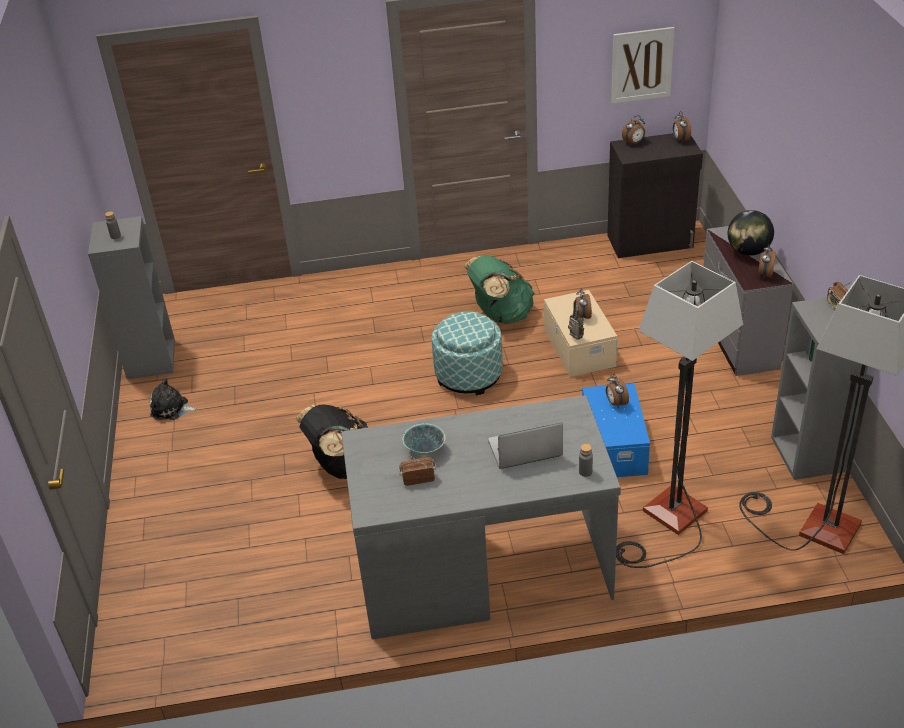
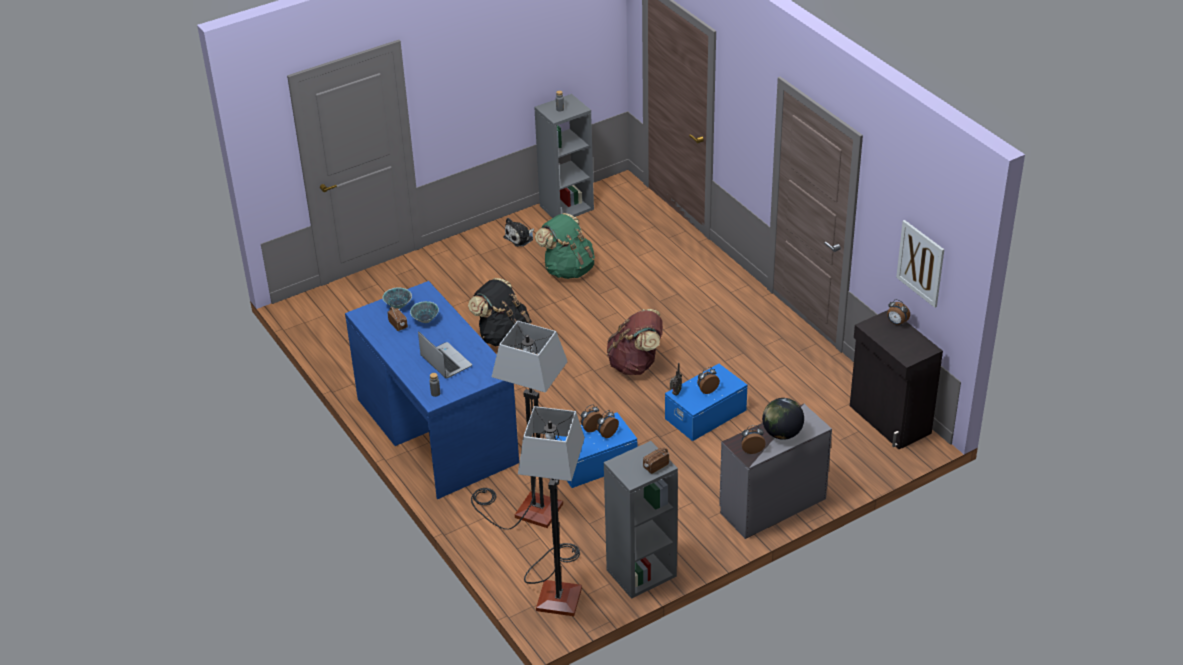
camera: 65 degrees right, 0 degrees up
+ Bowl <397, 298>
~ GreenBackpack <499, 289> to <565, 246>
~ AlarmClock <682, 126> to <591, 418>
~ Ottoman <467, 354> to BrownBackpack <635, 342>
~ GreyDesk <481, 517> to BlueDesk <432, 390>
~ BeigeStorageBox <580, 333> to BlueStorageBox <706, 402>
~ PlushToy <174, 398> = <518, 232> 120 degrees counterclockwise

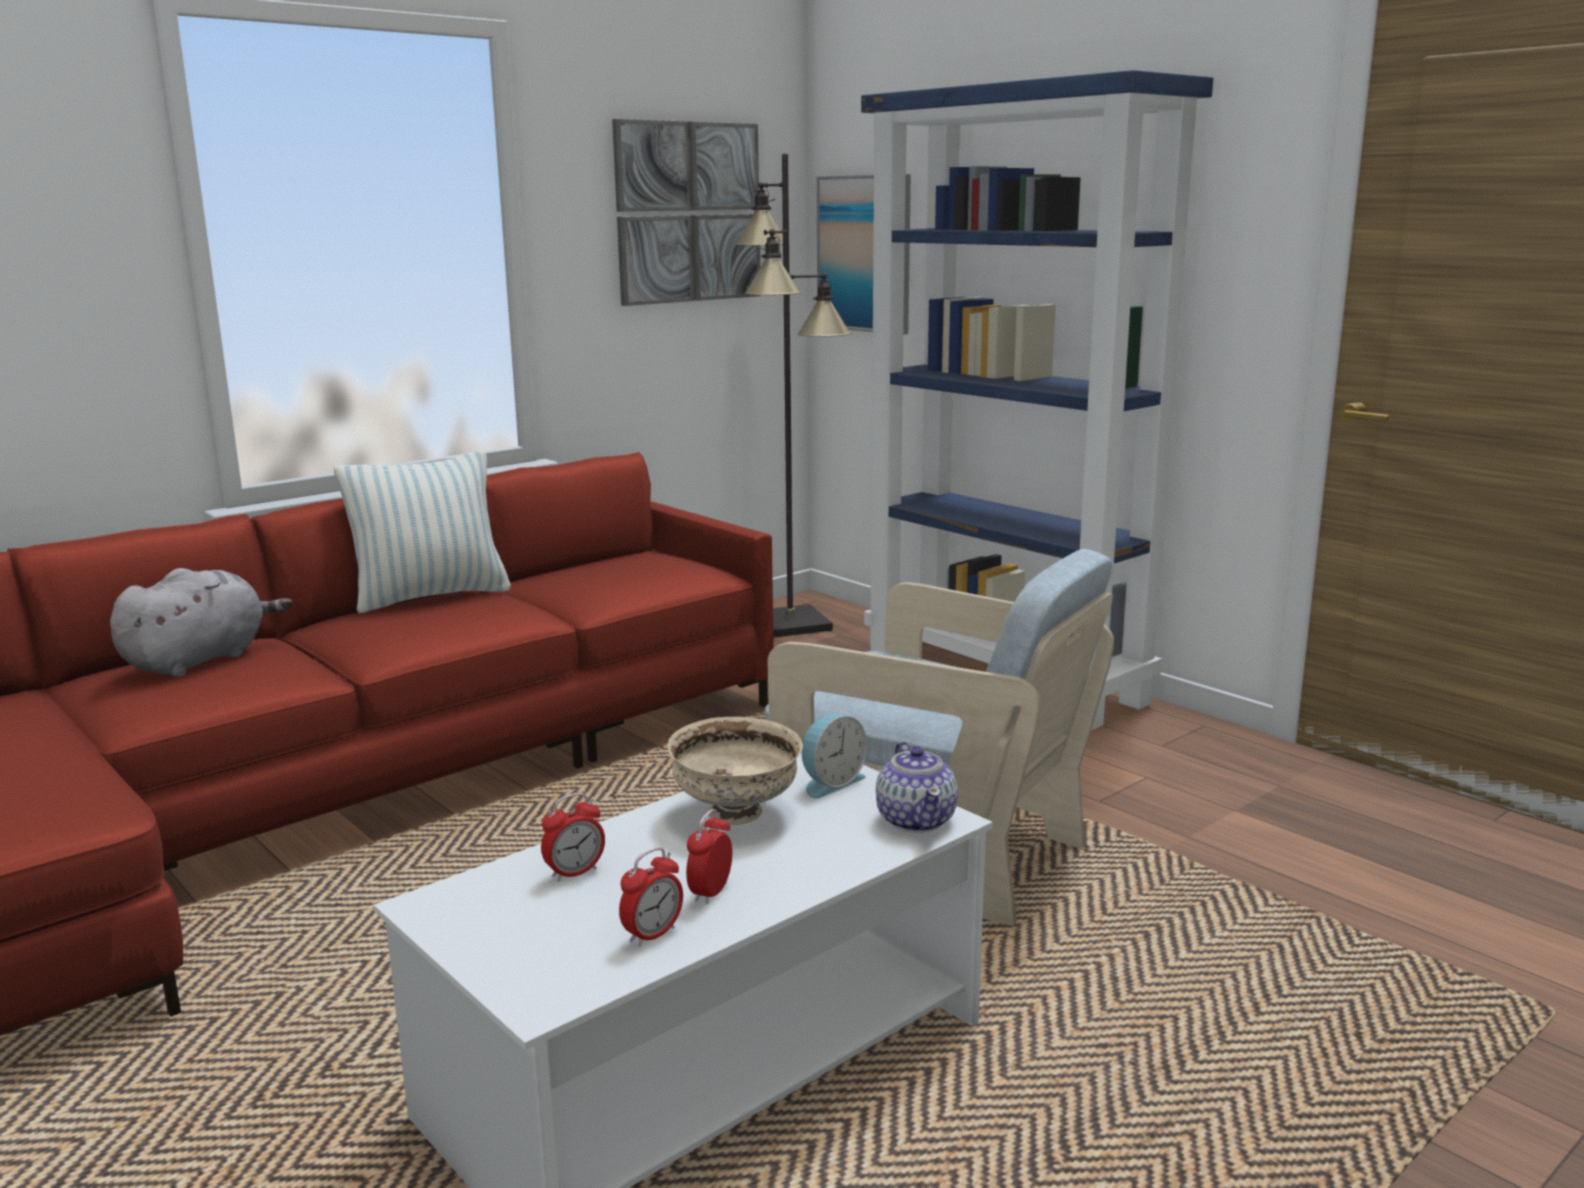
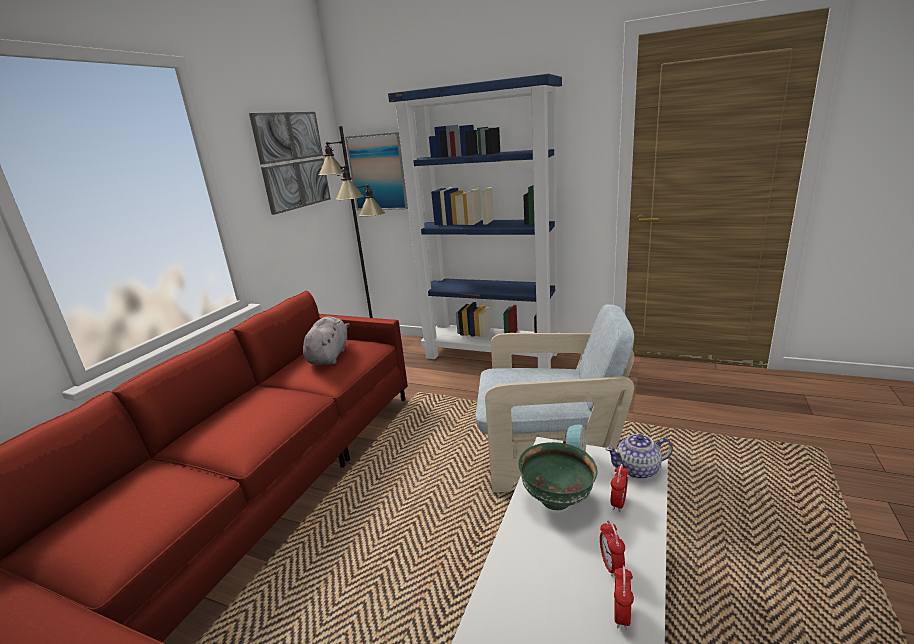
camera: 25 degrees left, 5 degrees up
- Pillow <422, 531>
~ GreyPlushToy <201, 622> to <326, 340>
~ AlarmClock <573, 837> to <620, 488>
~ BeigeBowl <735, 771> to GreenBowl <558, 476>
~ Teapot <917, 787> = <639, 456> 120 degrees clockwise

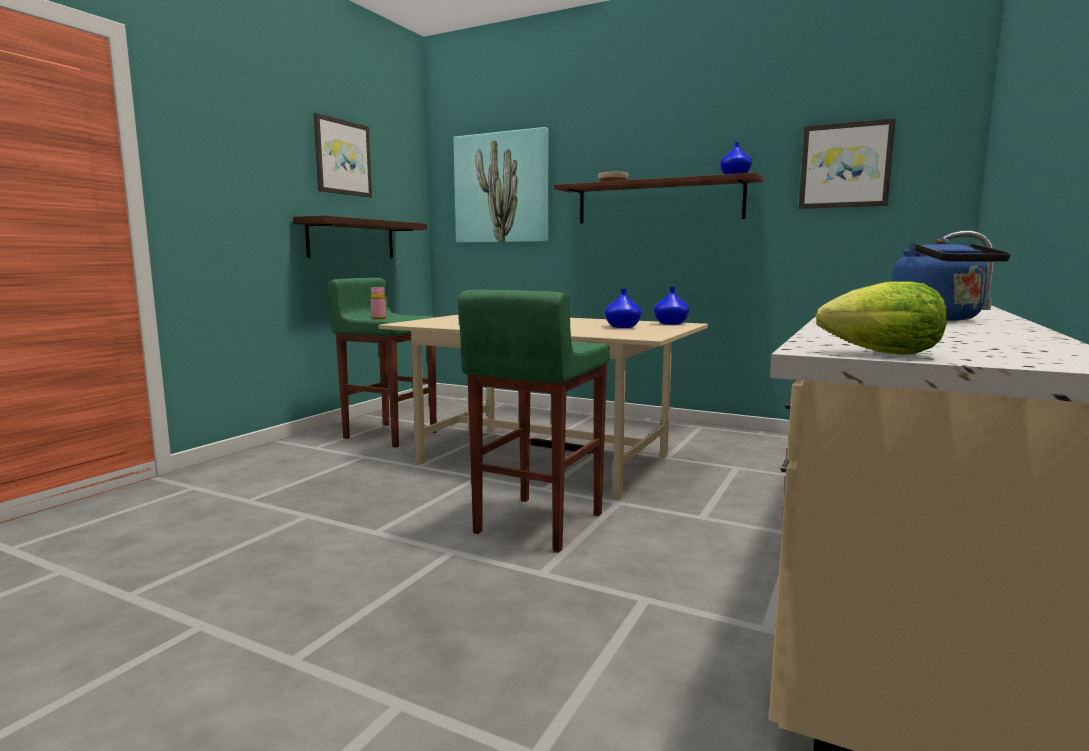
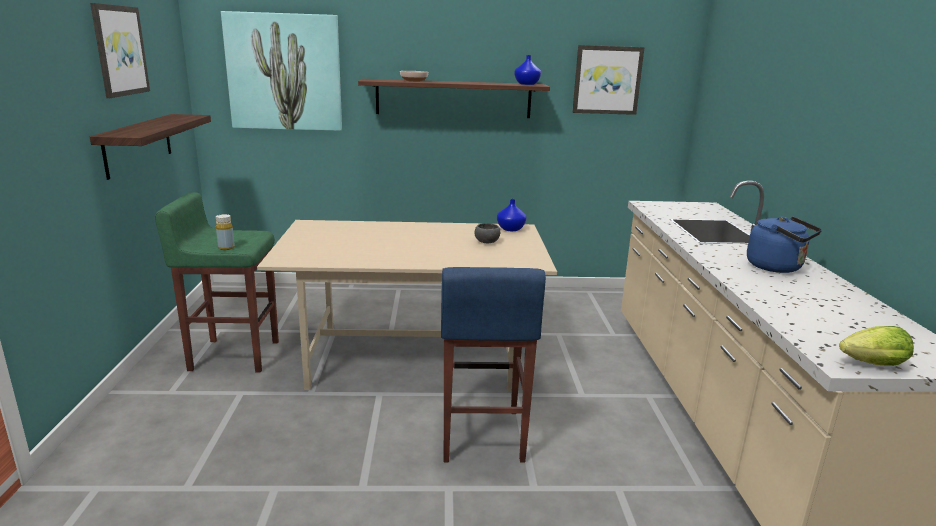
camera: 30 degrees left, 10 degrees up
~ BlueVase <623, 308> to GreyBowl <487, 233>
~ PinkBottle <378, 303> to YellowBottle <225, 232>
~ GreenStool <534, 421> to BlueStool <493, 365>

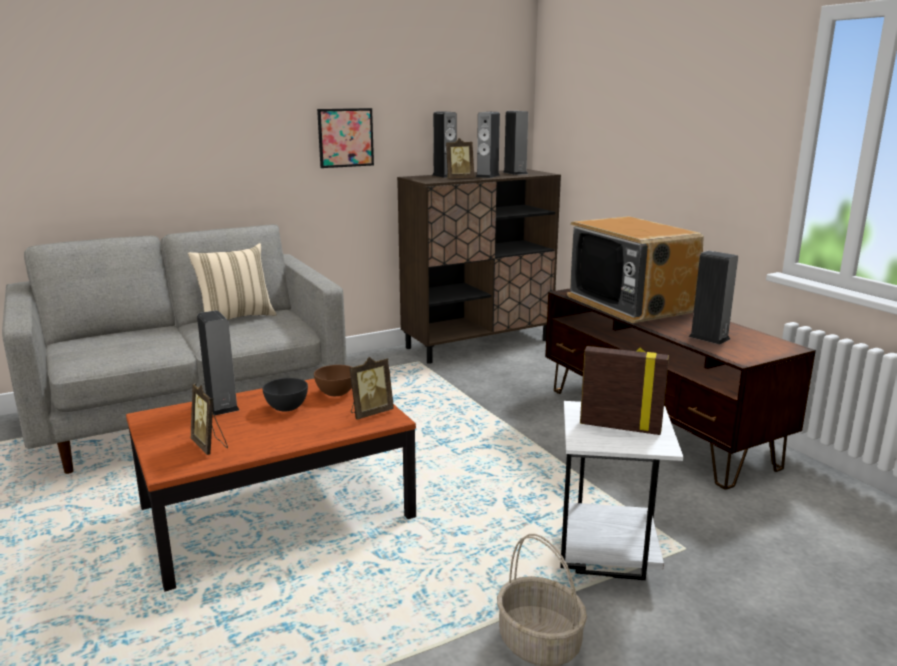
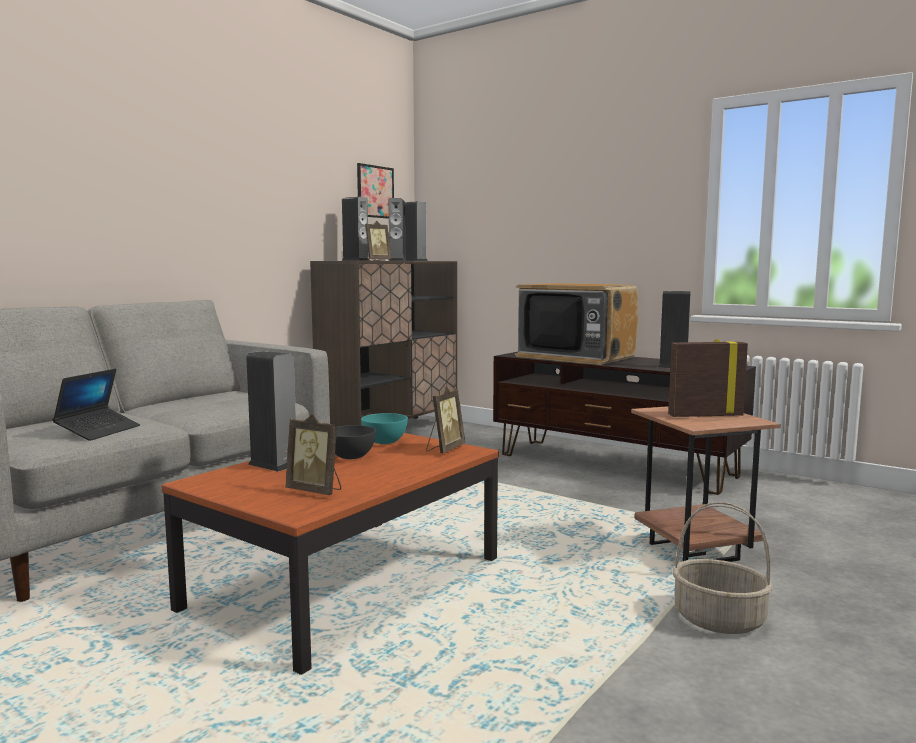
camera: 25 degrees left, 10 degrees down
- BeigePillow <232, 281>
+ Laptop <96, 405>
~ Picture <345, 138> to <375, 191>
~ BrownBowl <333, 380> to TurquoiseBowl <384, 428>
~ WhiteSideTable <622, 490> to BrownSideTable <706, 484>

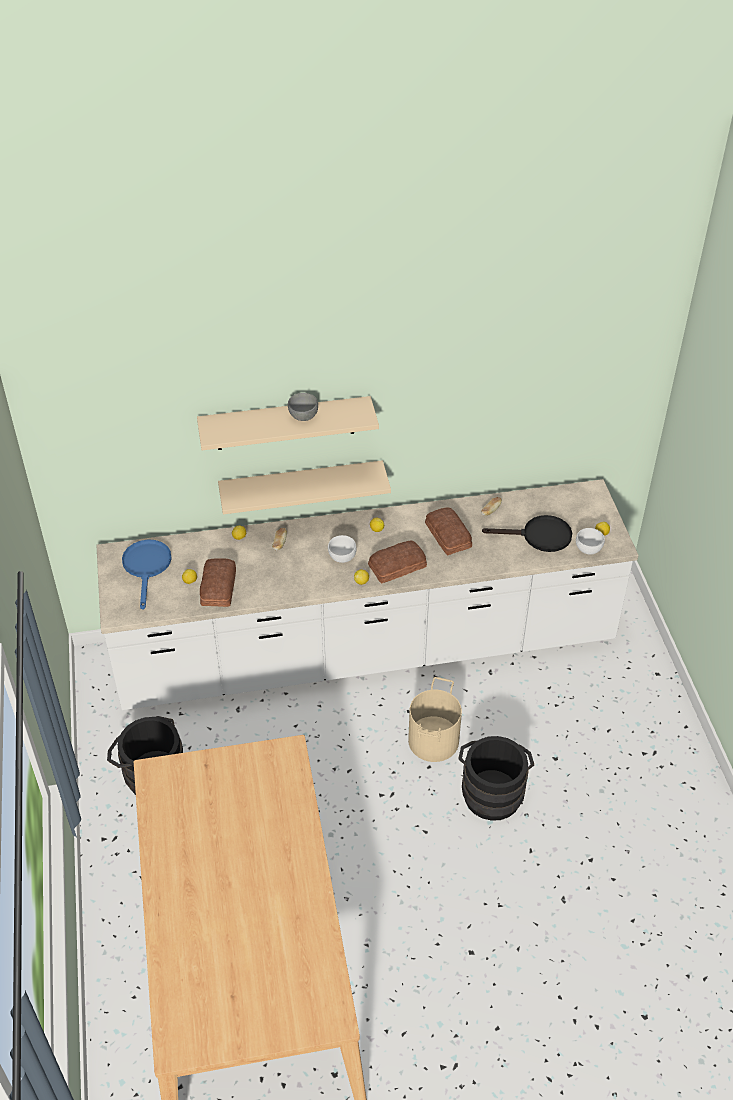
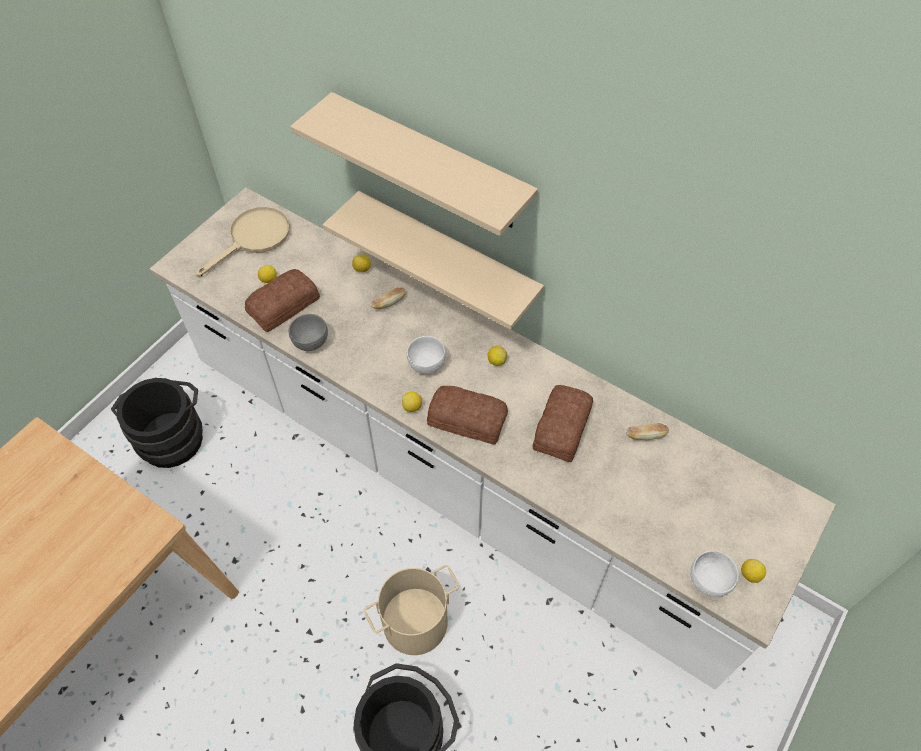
camera: 45 degrees right, 10 degrees up
- BlackFryingPan <527, 533>
~ GreyBowl <303, 407> to <308, 332>
~ BlueFryingPan <147, 575> to BeigeFryingPan <243, 242>

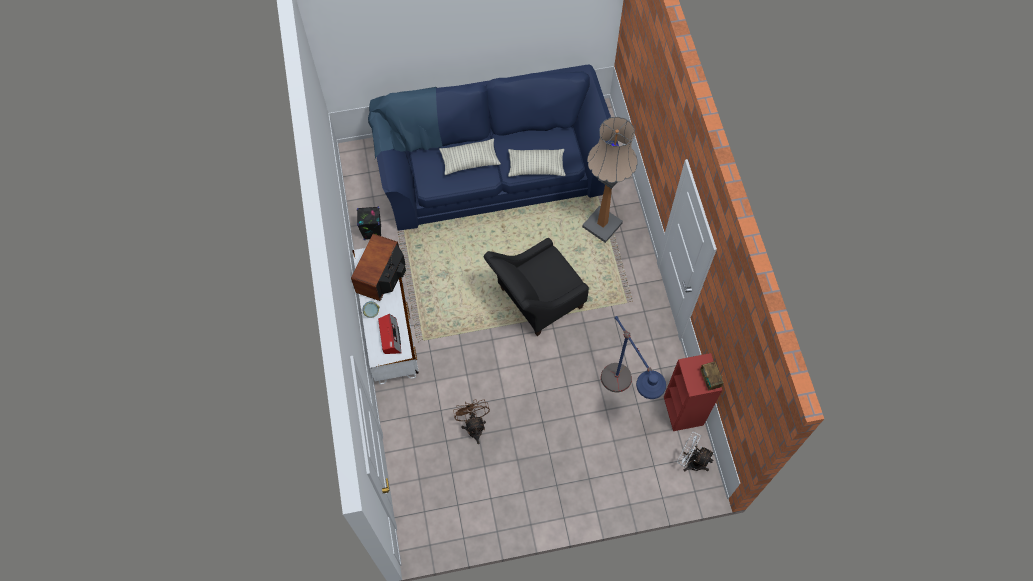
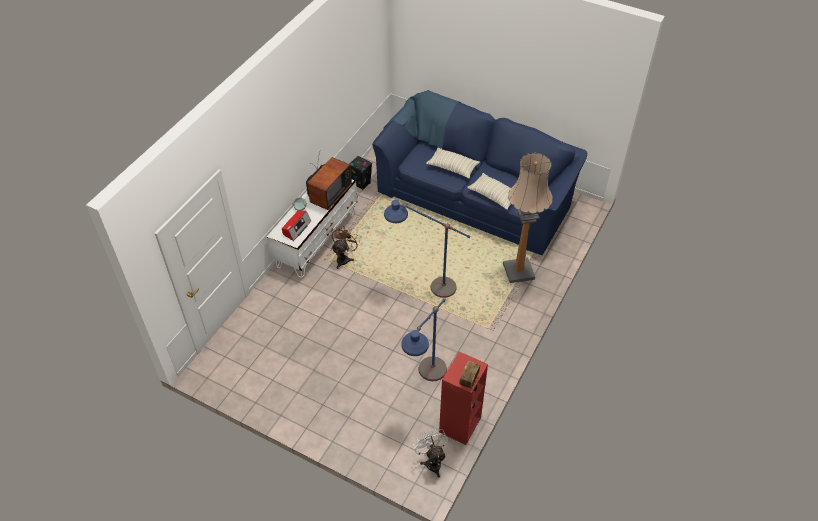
camera: 40 degrees right, 15 degrees down
~ BrownFan <471, 421> to <345, 248>
~ BlackArmchair <536, 287> to BlueFloorLamp <427, 249>
~ Television <378, 267> = <329, 181> 150 degrees clockwise

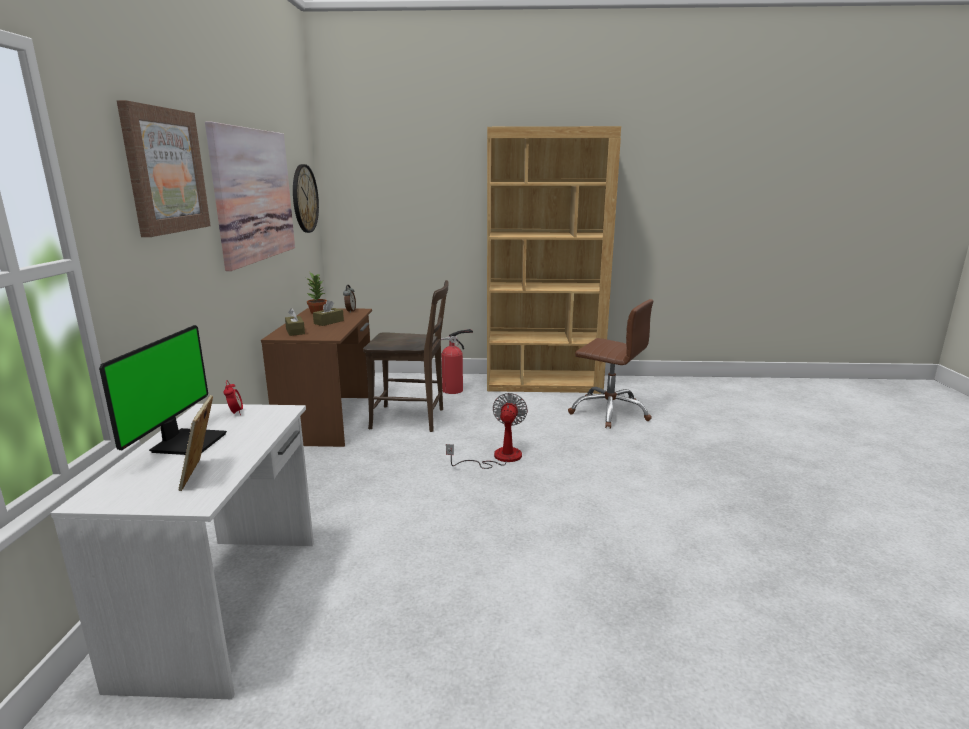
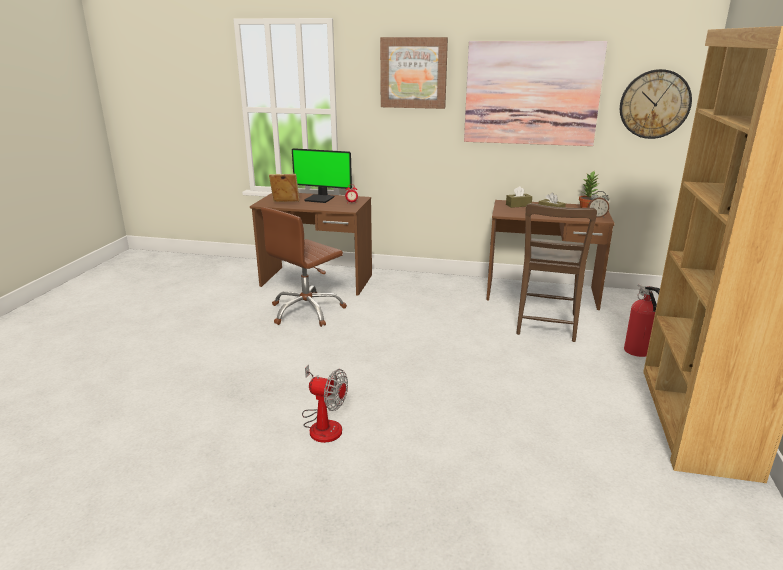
camera: 100 degrees right, 5 degrees up
~ Fan <487, 431> to <325, 403>
~ BrownOfficeChair <611, 364> to <304, 267>
~ WhiteDesk <182, 551> to BrownDesk <311, 244>

